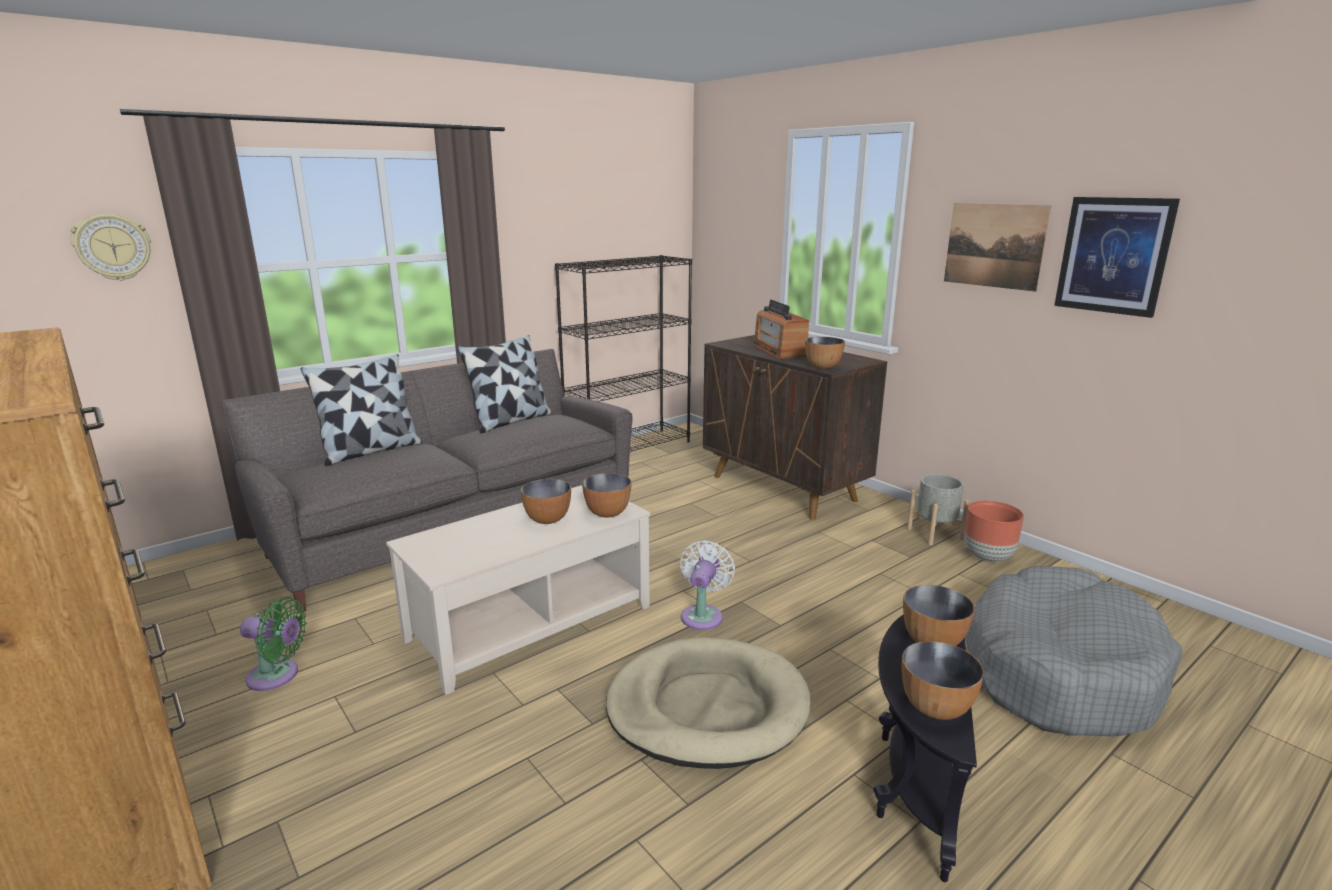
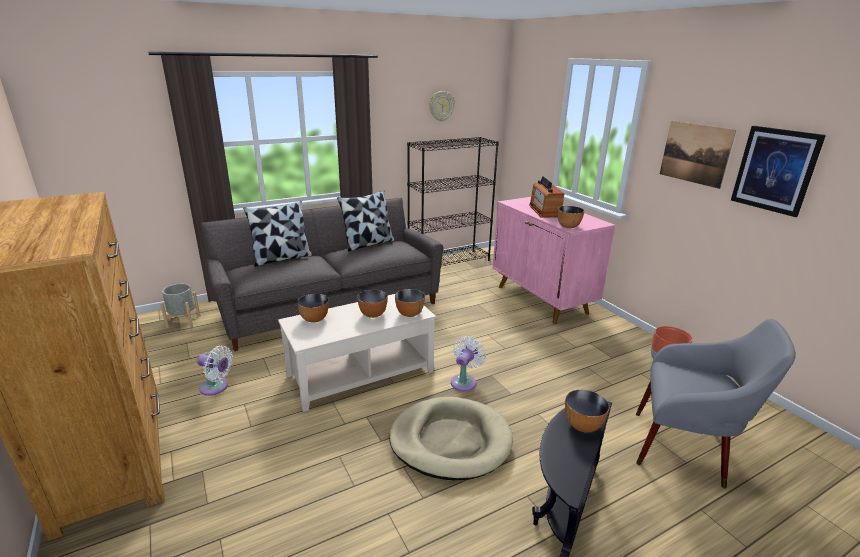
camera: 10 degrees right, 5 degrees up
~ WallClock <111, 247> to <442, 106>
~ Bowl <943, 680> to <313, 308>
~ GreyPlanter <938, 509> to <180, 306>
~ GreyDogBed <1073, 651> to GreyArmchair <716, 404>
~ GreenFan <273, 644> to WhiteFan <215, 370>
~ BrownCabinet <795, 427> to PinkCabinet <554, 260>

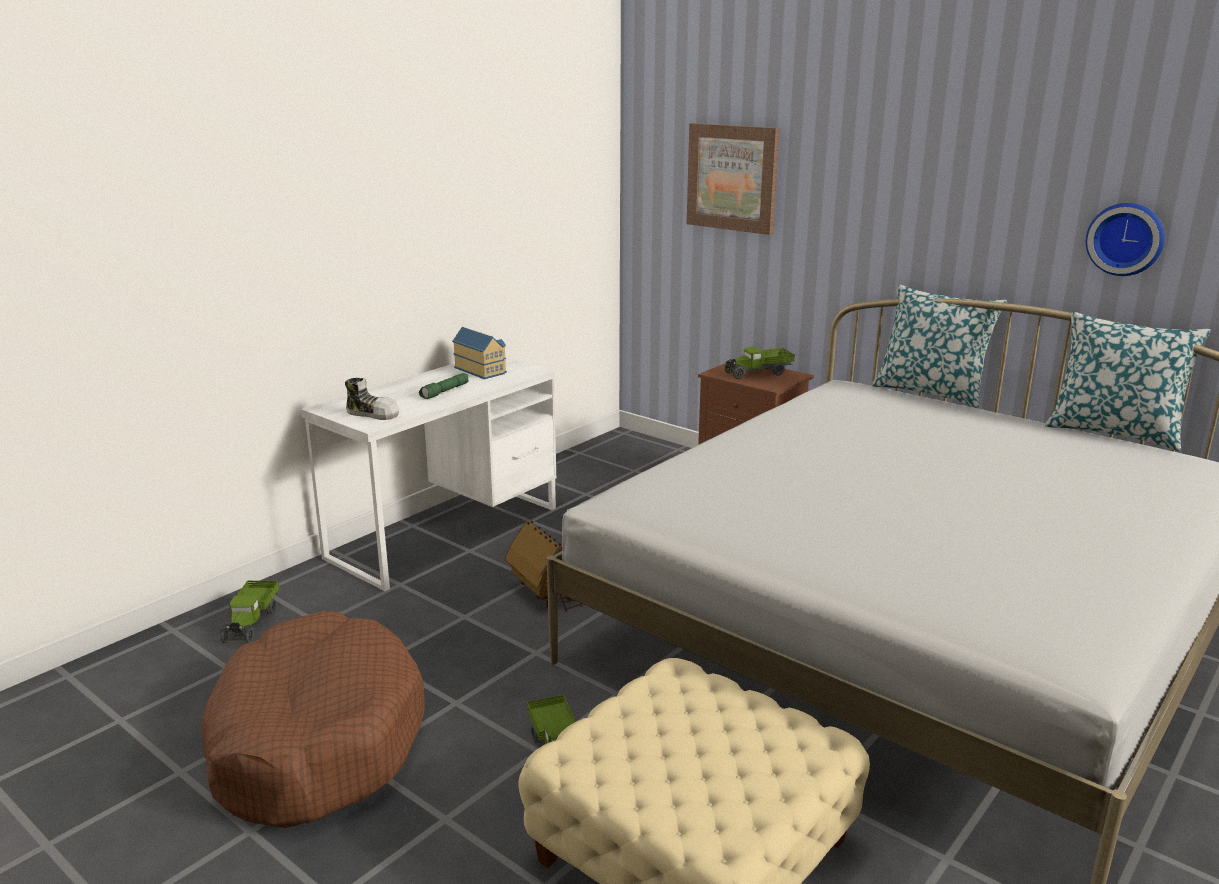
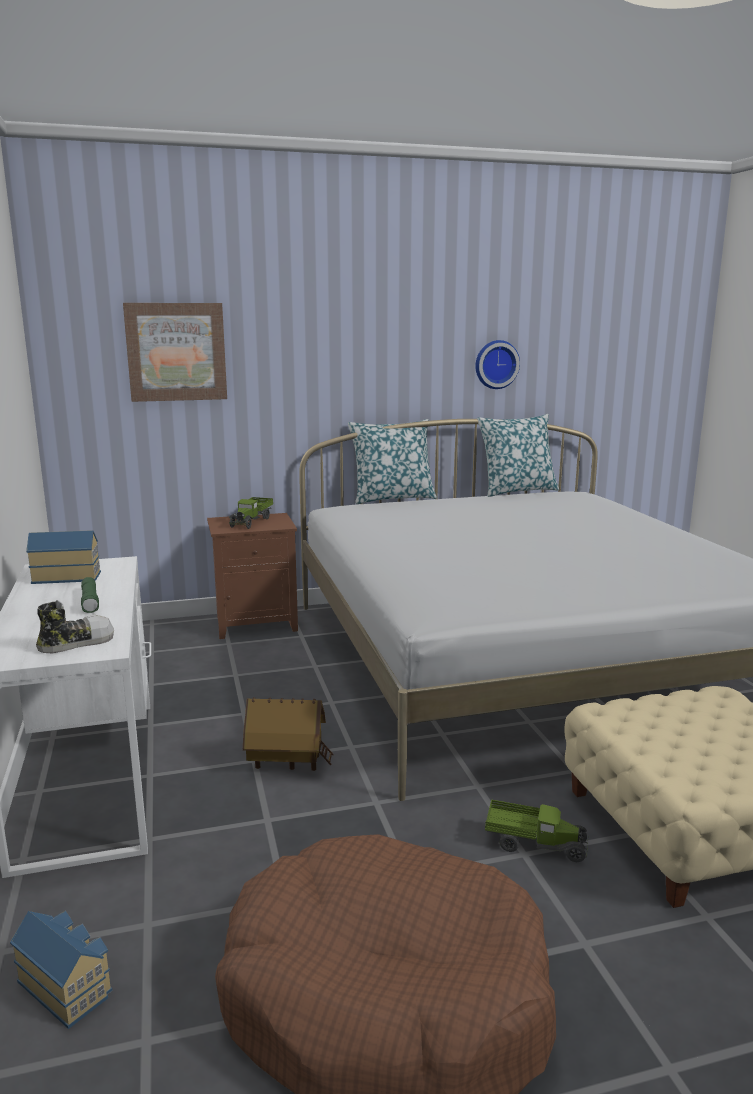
camera: 55 degrees left, 5 degrees down
~ ToyTruck <249, 612> to ToyHouse <61, 970>

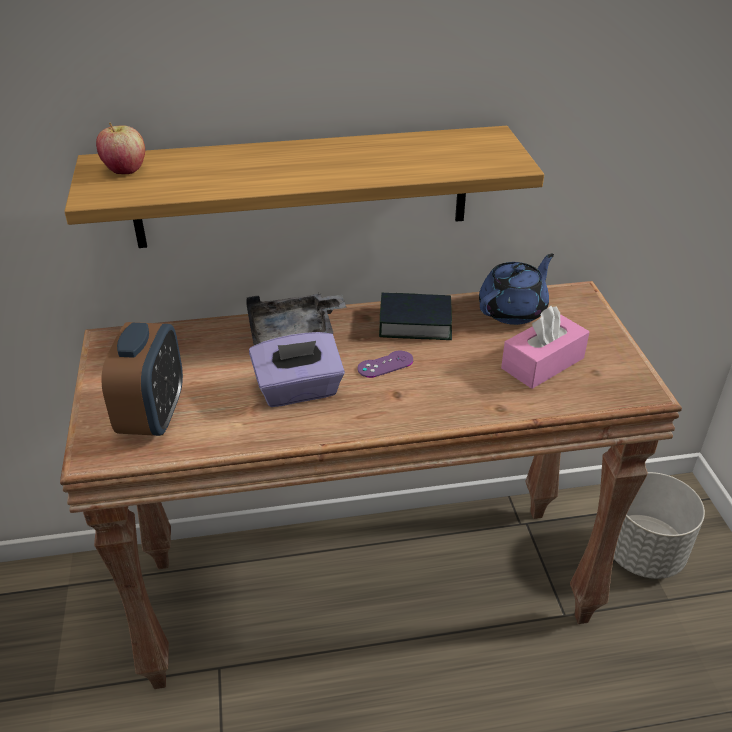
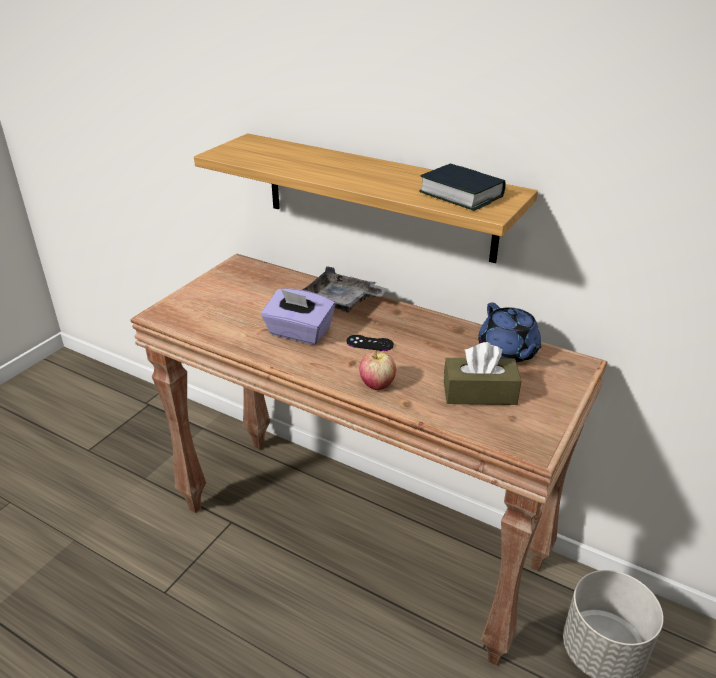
camera: 40 degrees right, 5 degrees down
- AlarmClock <142, 379>
~ Apple <120, 148> to <378, 370>
~ Book <415, 316> to <462, 187>
~ PurpleGameController <385, 364> to BlackGameController <370, 343>
~ PinkTissueBox <545, 347> to BrownTissueBox <482, 373>
~ BlueTeapot <516, 289> = <510, 332> 75 degrees clockwise

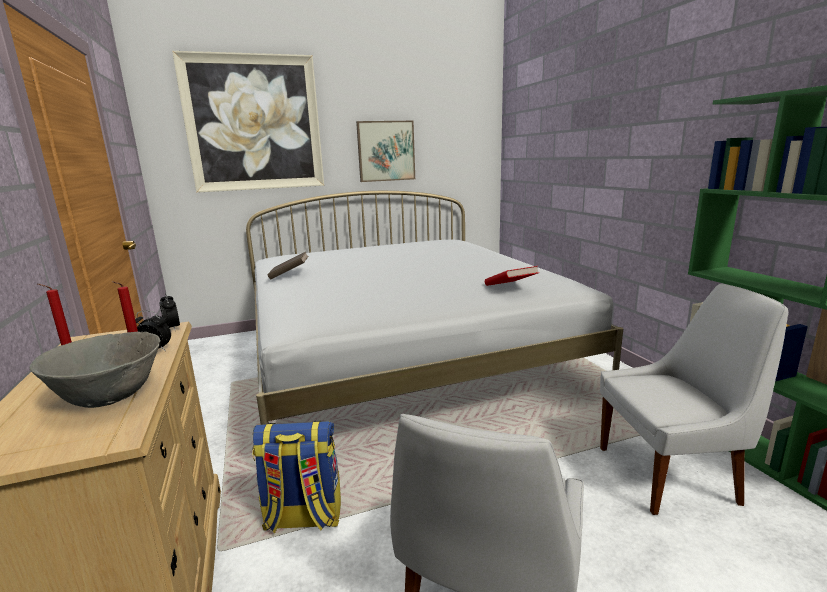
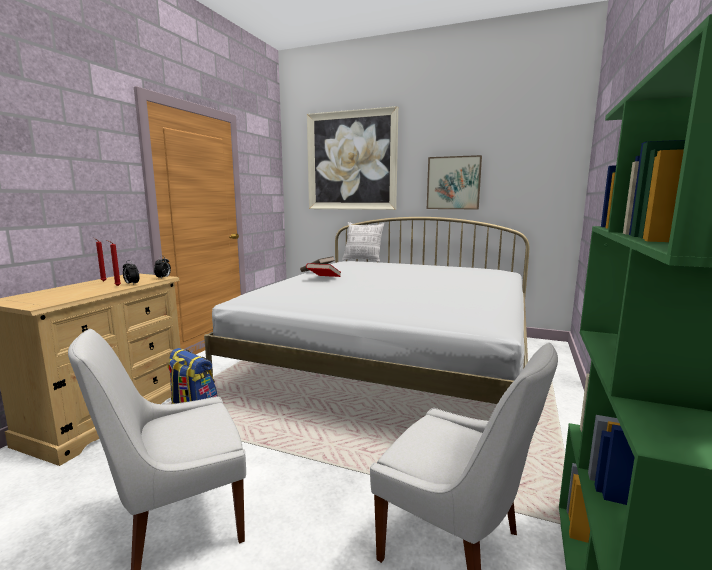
camera: 40 degrees right, 5 degrees down
- GreyBowl <94, 370>
+ Pillow <363, 242>
~ RedBook <512, 276> to <323, 270>

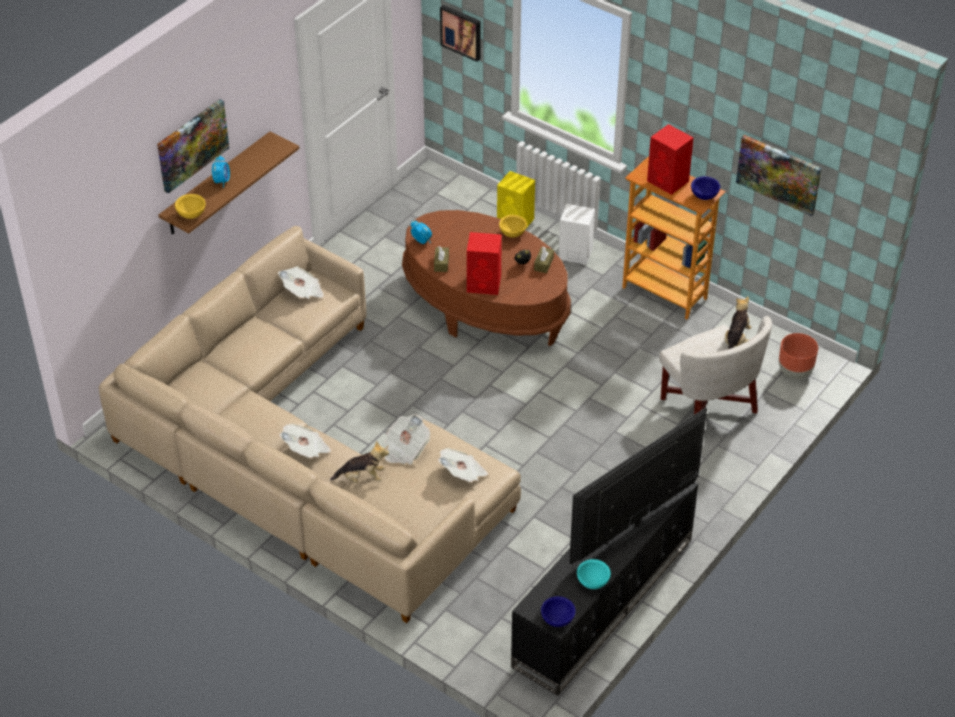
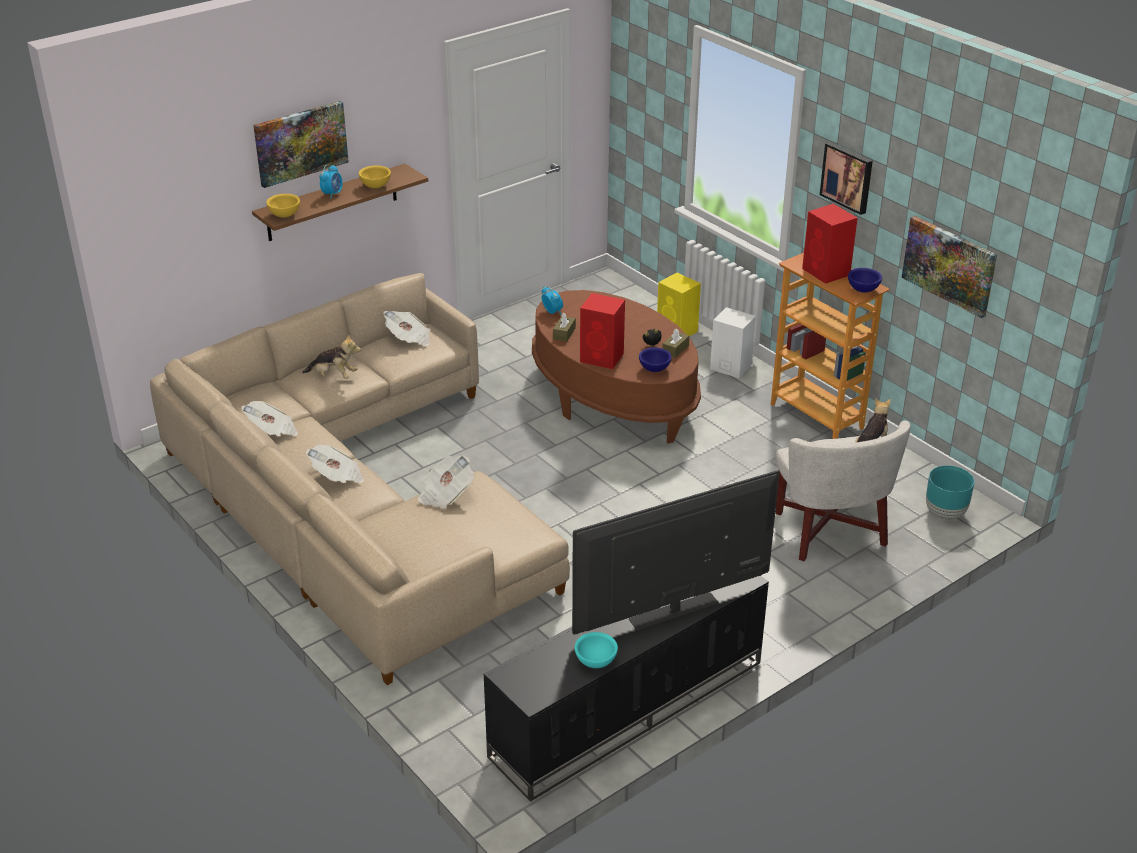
camera: 15 degrees right, 10 degrees down
~ PlushToy <359, 461> to <331, 356>
~ Newspaper <463, 465> to <270, 419>
~ Picture <460, 33> to <846, 178>
~ YellowBowl <513, 226> to <375, 176>
~ BlueBowl <558, 611> to <655, 359>
~ BrownPlanter <798, 356> to TurquoisePlanter <950, 492>

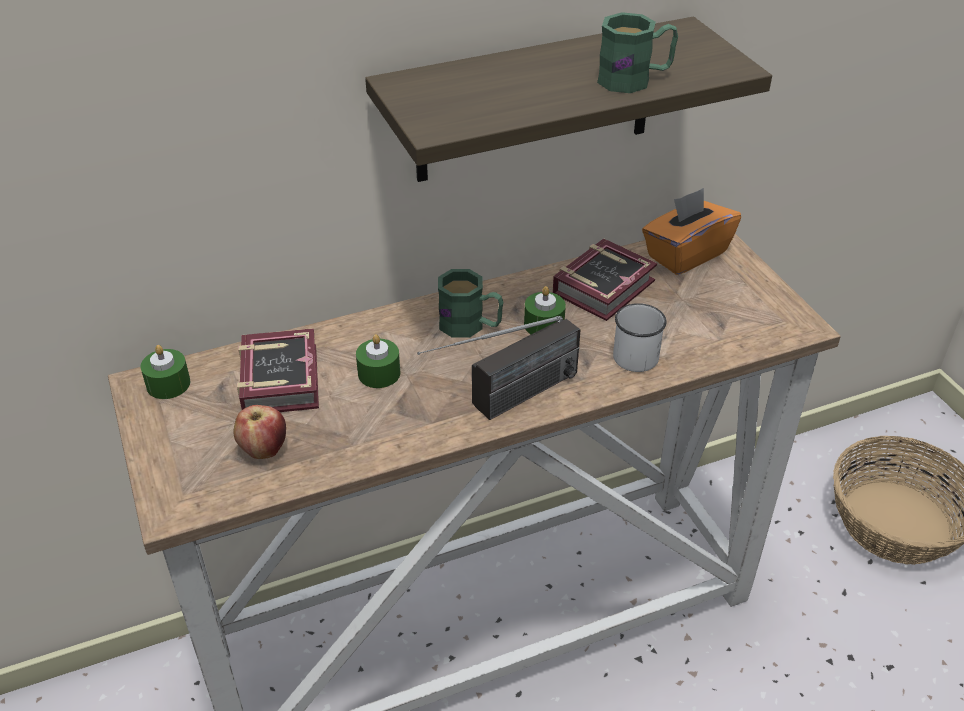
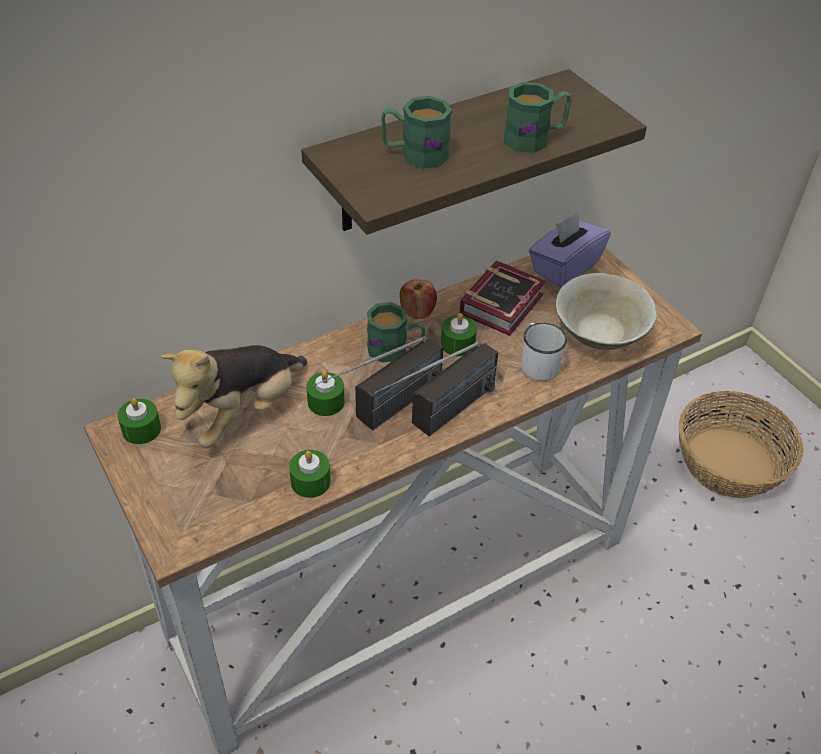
camera: 10 degrees left, 5 degrees up
+ GreenCandle <310, 474>
+ Radio <377, 383>
+ GreenMug <416, 132>
+ BeigeBowl <606, 311>
~ Apple <259, 432> to <418, 299>
~ Book <278, 370> to PlushToy <234, 396>
~ OrangeTissueBox <691, 231> to PurpleTissueBox <570, 249>

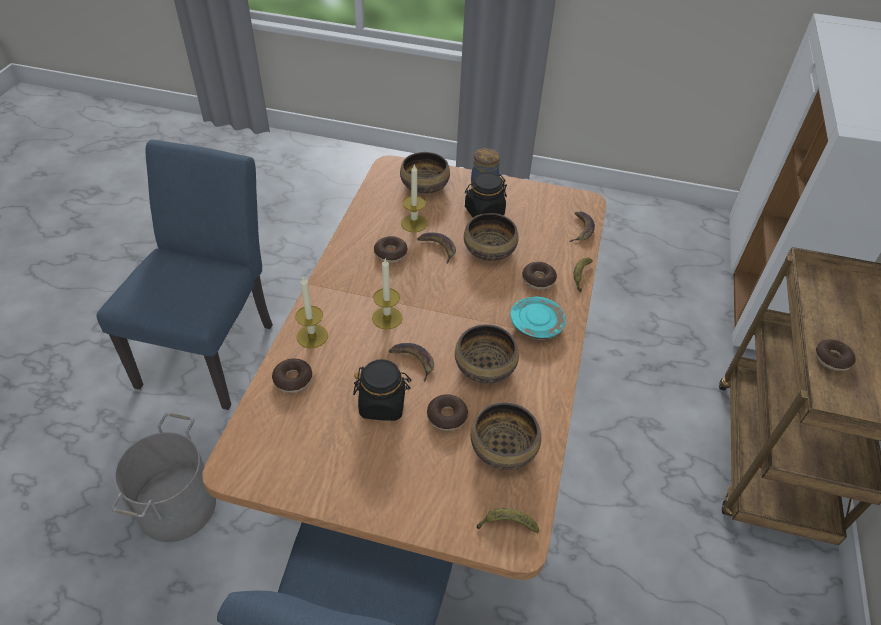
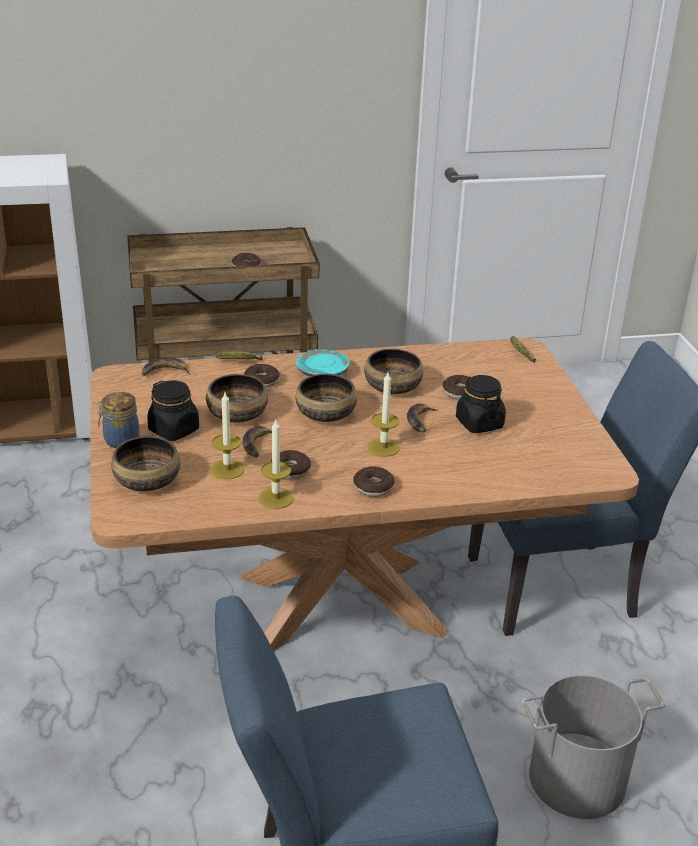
camera: 115 degrees left, 15 degrees down
~ Donut <292, 376> to <374, 481>
~ Candle <311, 312> to <276, 464>
~ Bowl <506, 436> to <326, 398>

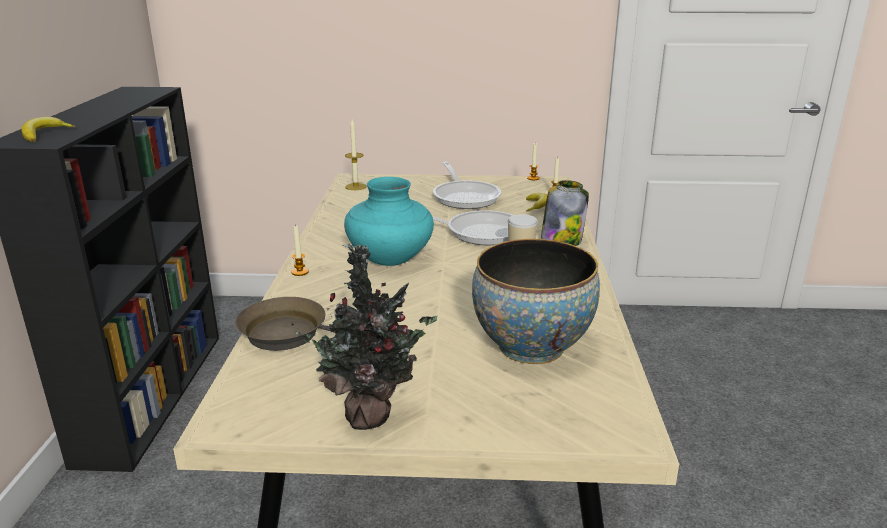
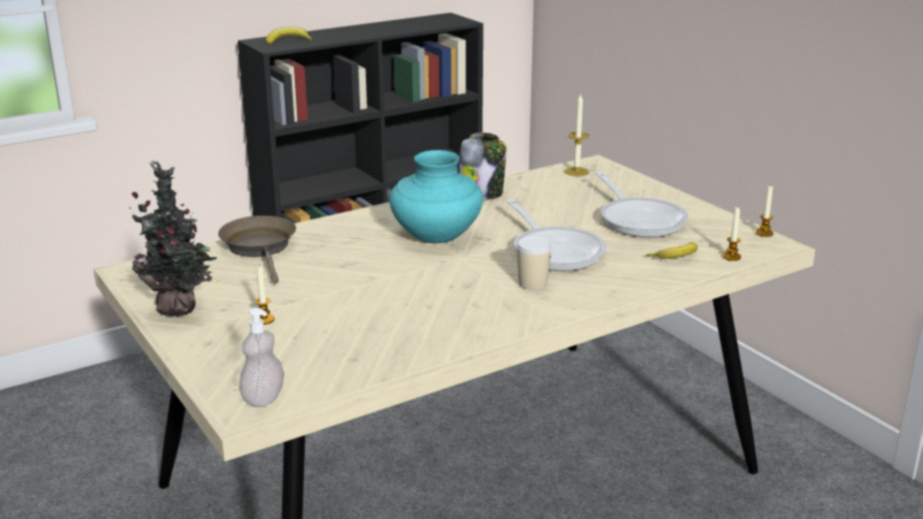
camera: 55 degrees right, 0 degrees up
- Bowl <536, 301>
+ SoapDispenser <261, 357>
~ Candle <300, 250> to <265, 294>
~ Jar <565, 213> to <482, 166>
~ FryingPan <467, 185> = <641, 204> 60 degrees counterclockwise

